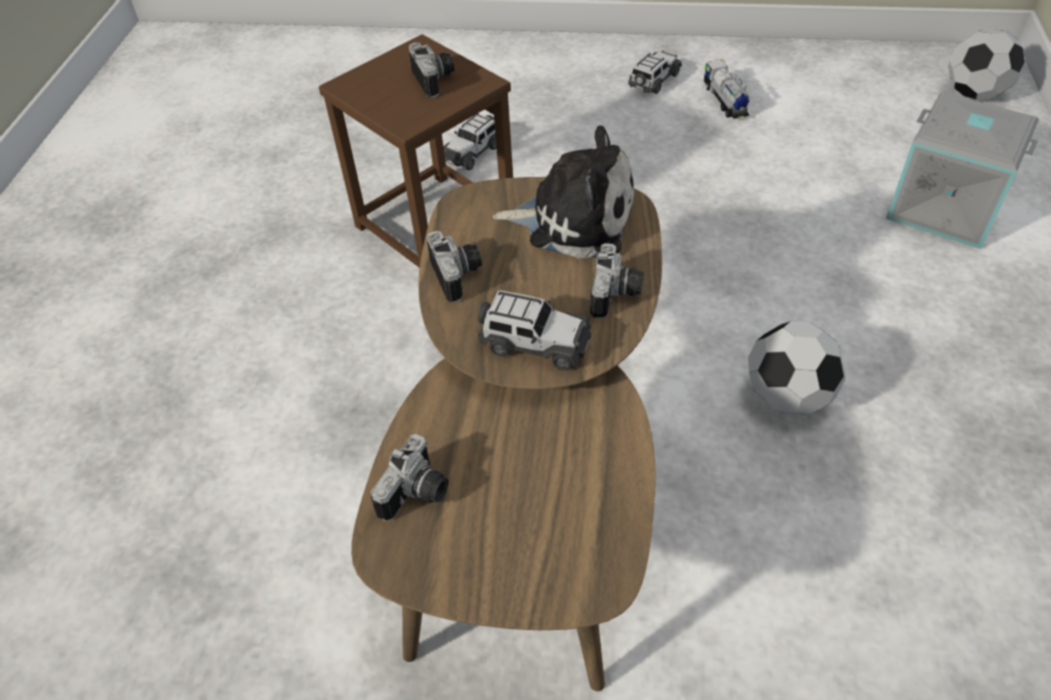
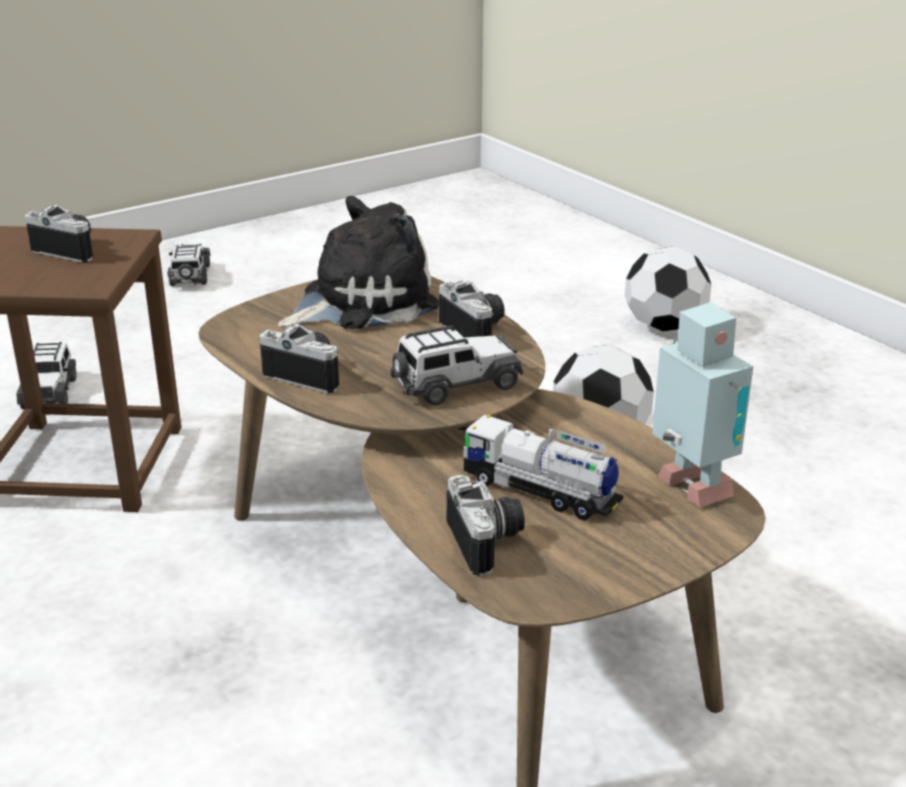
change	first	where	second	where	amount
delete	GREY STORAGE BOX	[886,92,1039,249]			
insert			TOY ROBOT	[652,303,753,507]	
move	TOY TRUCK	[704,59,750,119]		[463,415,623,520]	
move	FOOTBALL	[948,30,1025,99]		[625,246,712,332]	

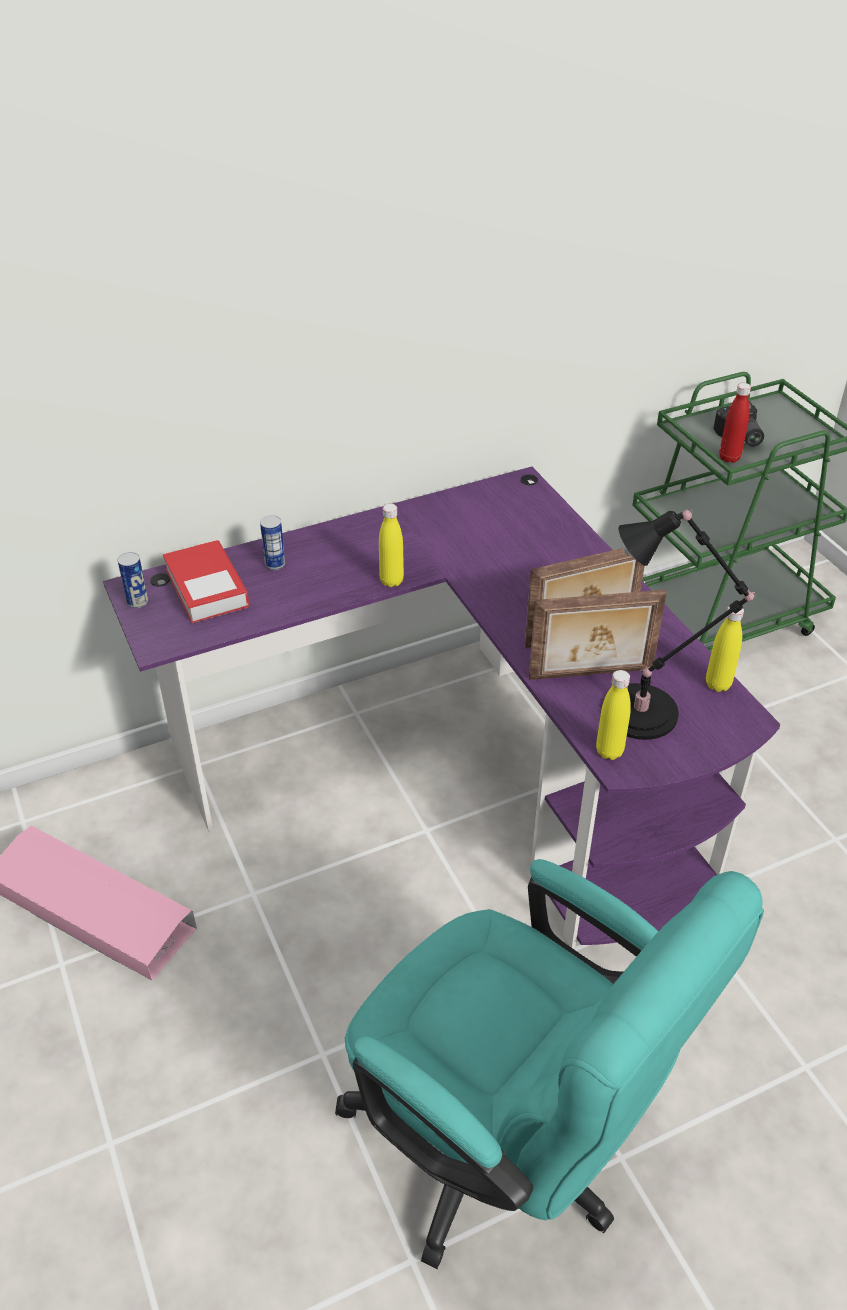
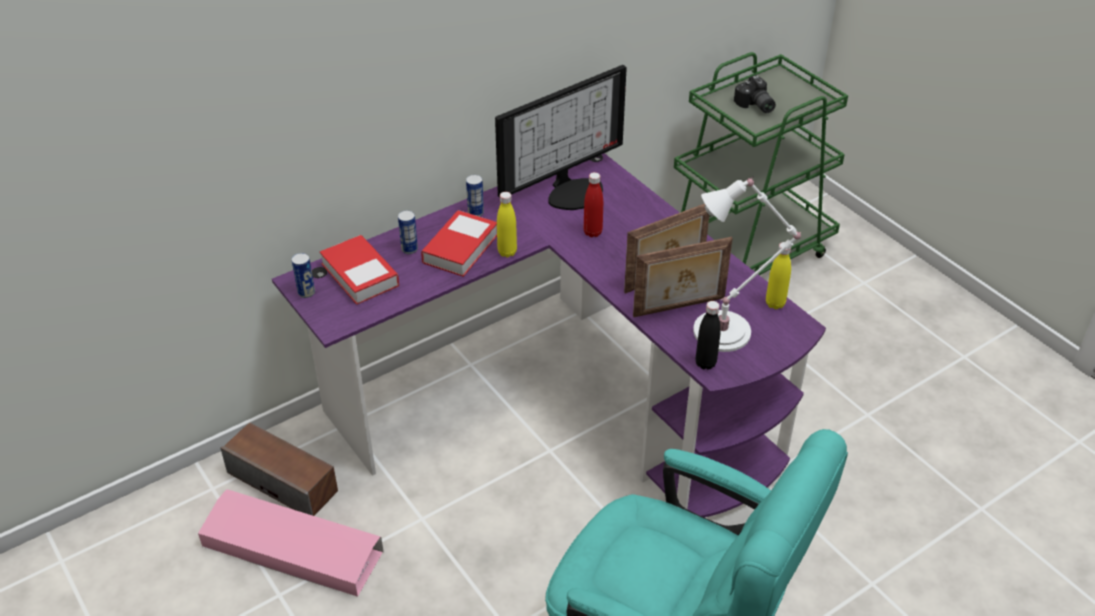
change	first	where	second	where	amount
insert			SPEAKER	[220,423,338,516]	
insert			BOOK	[421,210,497,277]	
insert			CAN	[466,175,484,217]	
insert			MONITOR	[495,65,627,210]	
move	RED BOTTLE	[719,383,751,463]		[584,172,603,237]	
recolor	YELLOW BOTTLE	[596,670,631,760]	BLACK BOTTLE	[696,301,721,370]	
recolor	BLACK TABLE LAMP	[619,508,755,740]	WHITE TABLE LAMP	[693,176,801,352]	

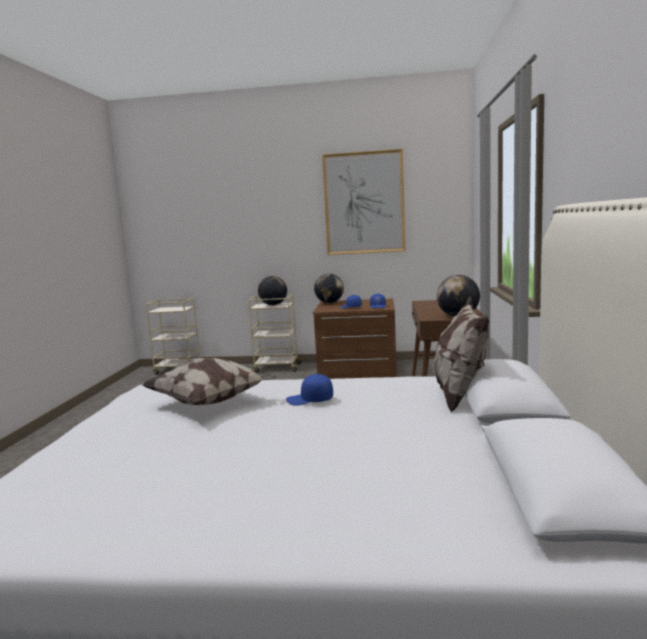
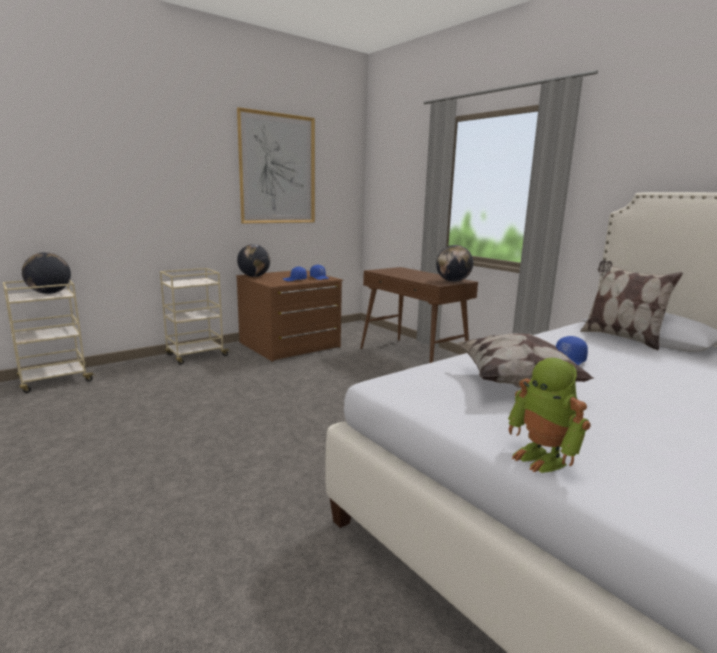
change	first	where	second	where	amount
insert			TOY ROBOT	[508,358,591,473]	
move	GLOBE	[258,276,287,305]		[22,252,71,294]	

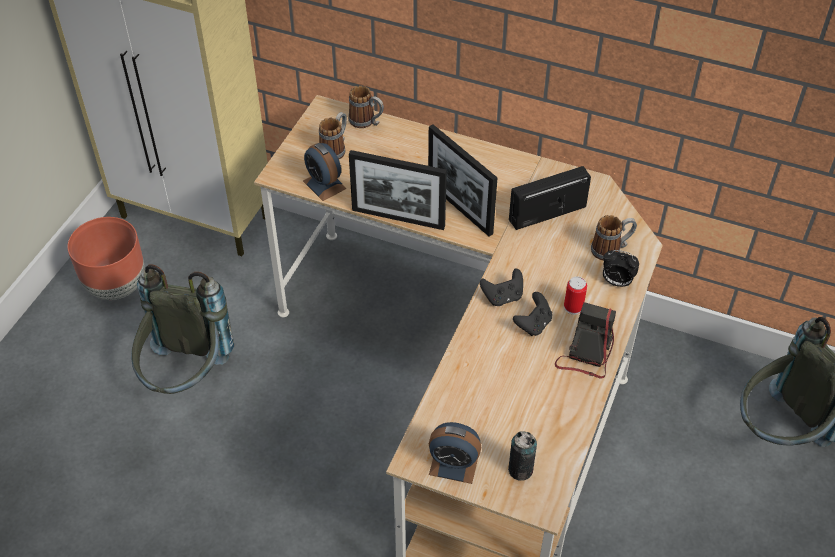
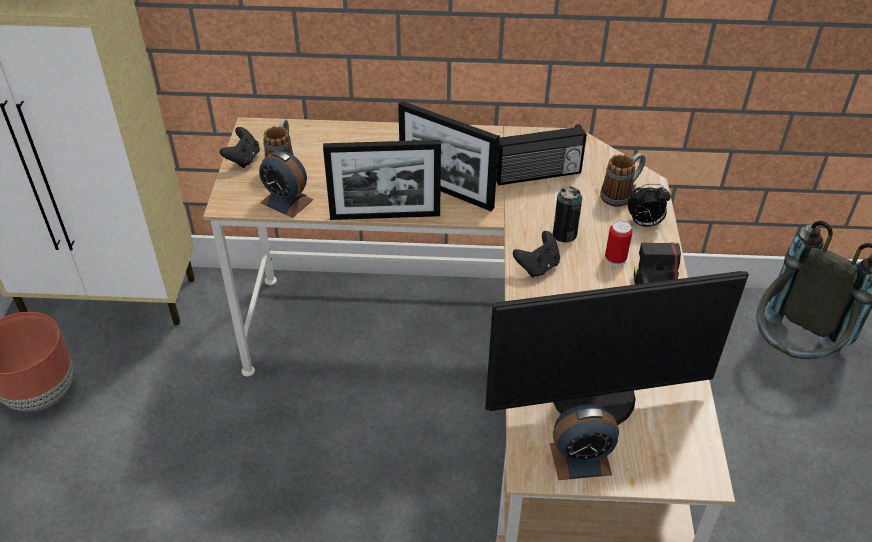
change	first	where	second	where	amount
delete	GREY BACKPACK	[131,264,234,394]			
delete	MUG	[348,85,384,128]			
insert			MONITOR	[485,271,749,425]	
move	CAN	[508,431,537,481]		[553,186,582,243]	
move	BLACK GAME CONTROLLER	[513,292,552,336]		[220,127,260,168]	
rotate	RADIO	[509,166,591,230]		[496,124,587,185]	150 degrees counterclockwise

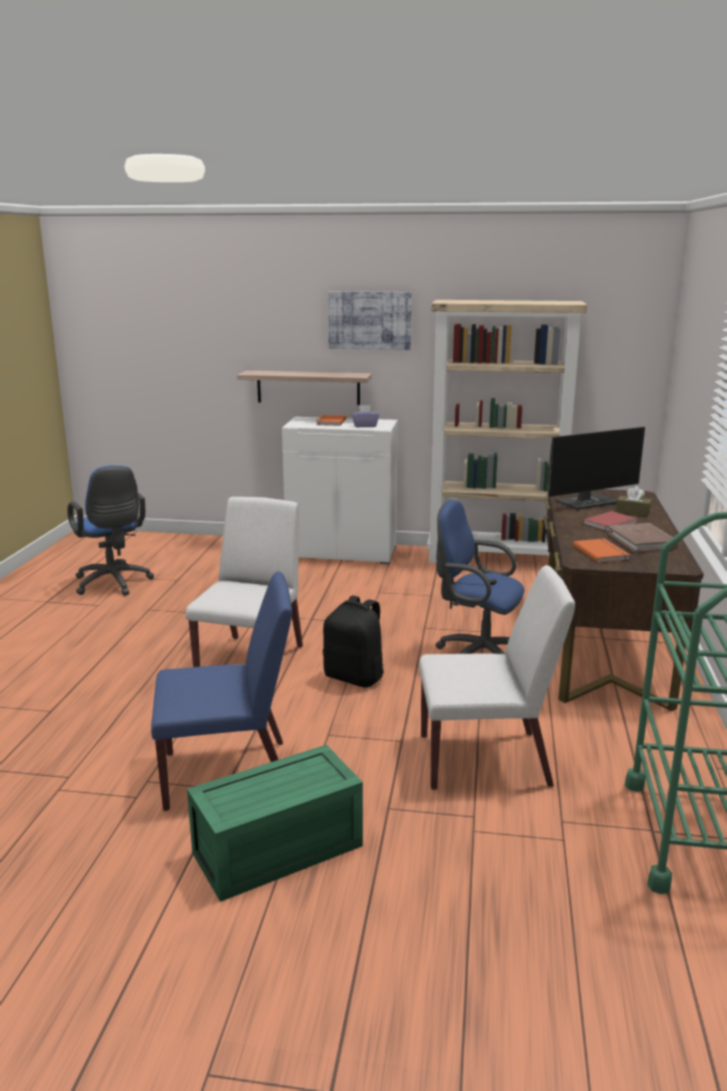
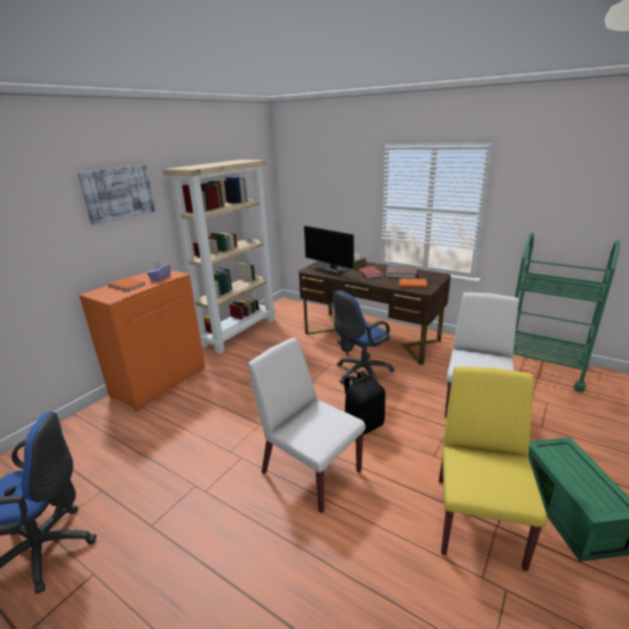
change	first	where	second	where	amount
delete	SHELF	[237,371,372,405]			
recolor	BLUE CHAIR	[151,571,292,811]	YELLOW CHAIR	[439,366,547,571]	
recolor	WHITE CABINET	[282,417,398,564]	ORANGE CABINET	[79,270,205,411]	
rotate	MONITOR	[548,427,645,510]		[304,226,354,275]	135 degrees clockwise

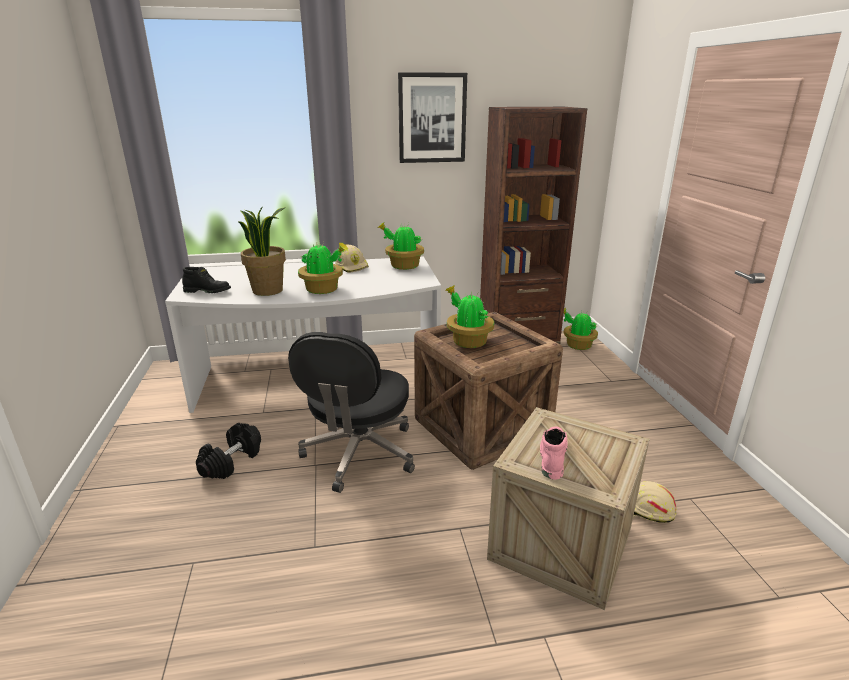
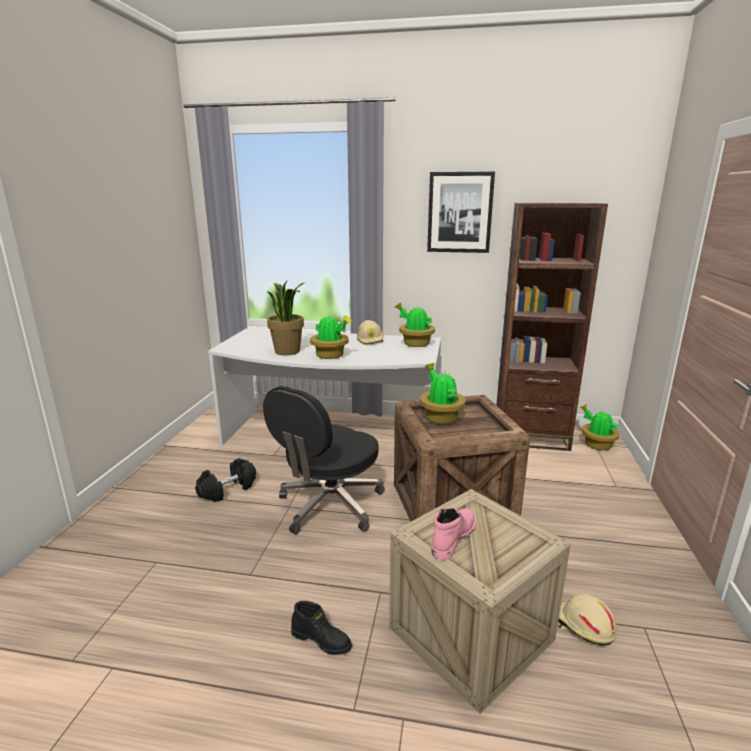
change	first	where	second	where	amount
move	BLACK BOOT	[182,267,231,293]		[291,601,352,655]	

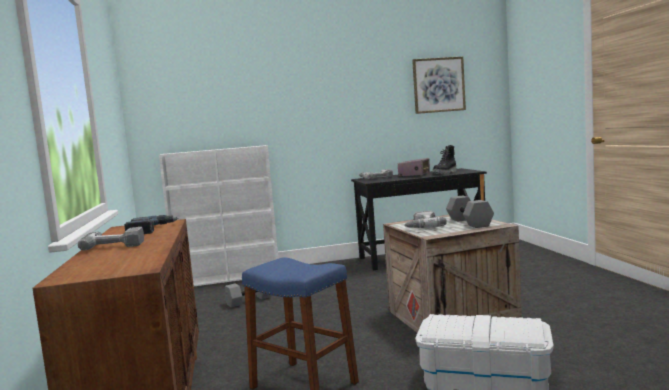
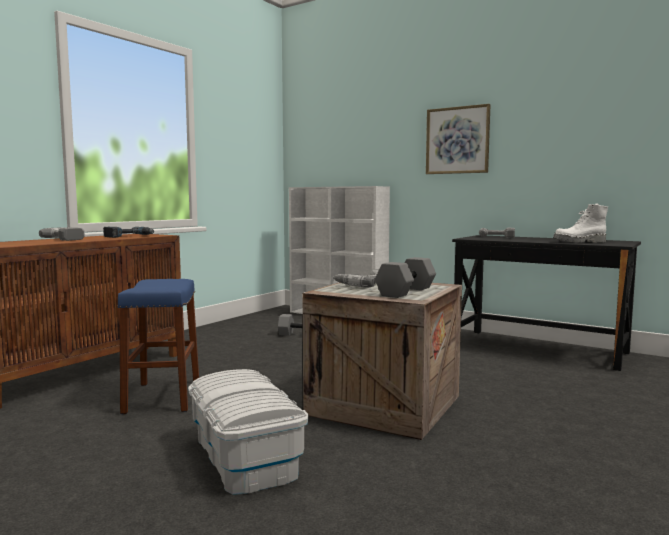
change	first	where	second	where	amount
delete	RADIO	[398,158,430,177]			
move	PICTURE	[412,57,466,114]		[426,104,491,174]	
recolor	BLACK BOOT	[433,145,456,174]	WHITE BOOT	[553,203,608,243]	

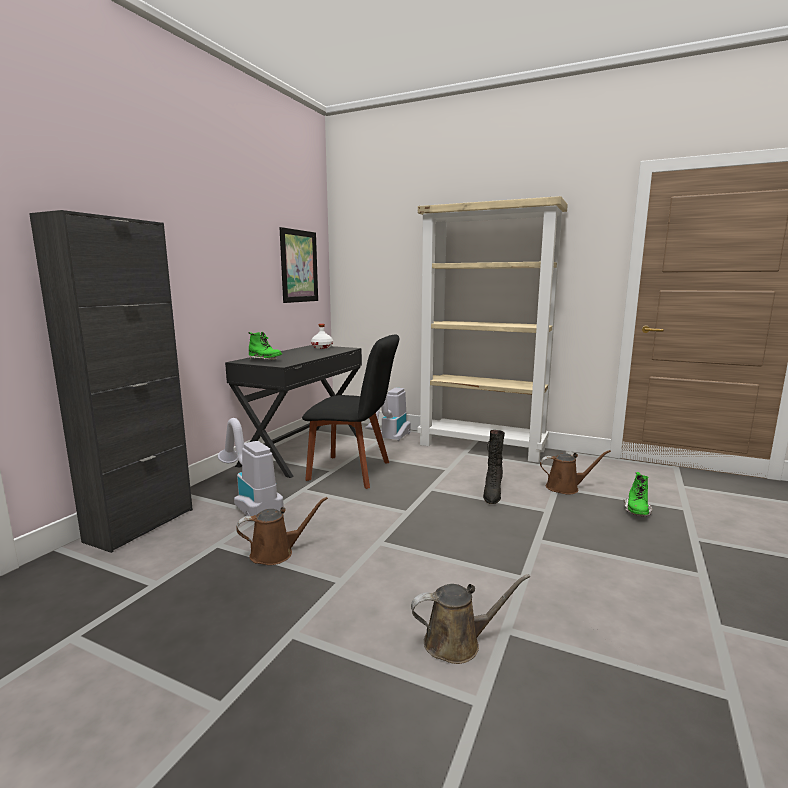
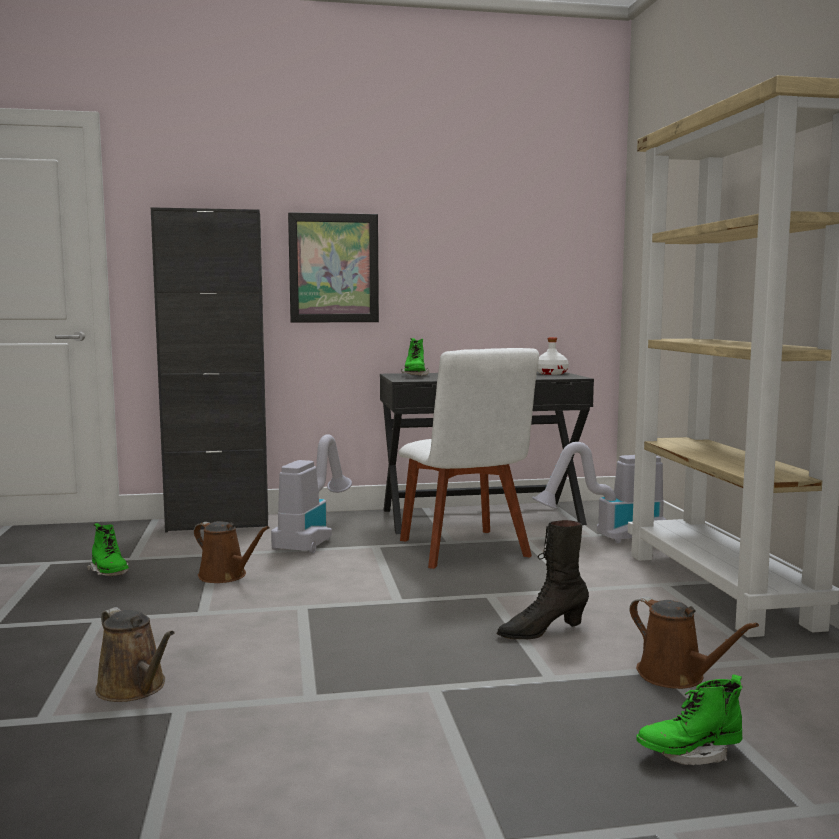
change	first	where	second	where	amount
insert			GREEN BOOT	[87,523,129,576]	
move	PICTURE	[279,227,318,303]		[288,212,379,323]	
recolor	BLACK CHAIR	[302,334,399,489]	WHITE CHAIR	[398,348,539,569]	

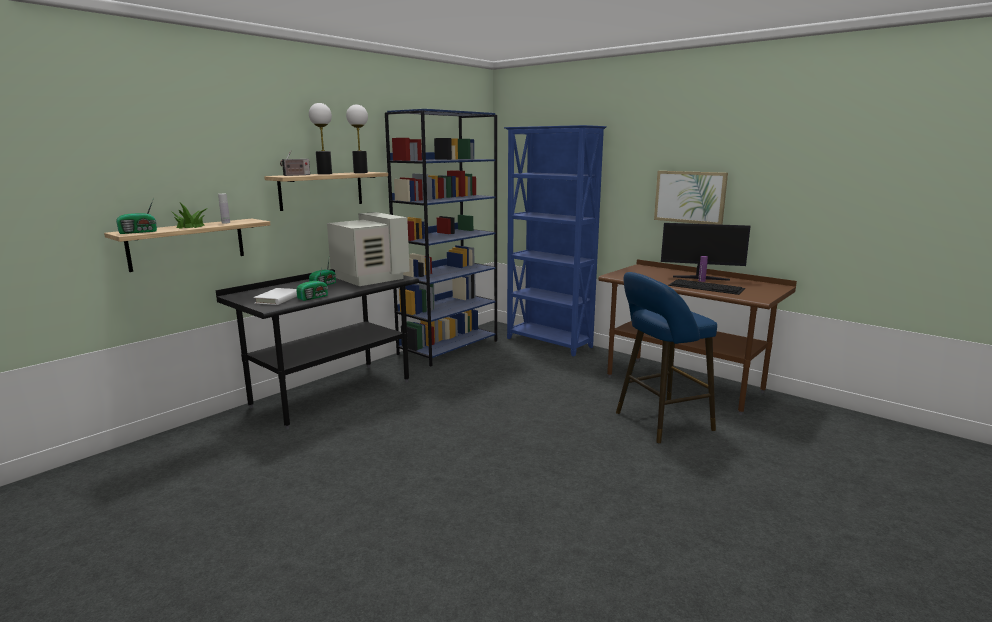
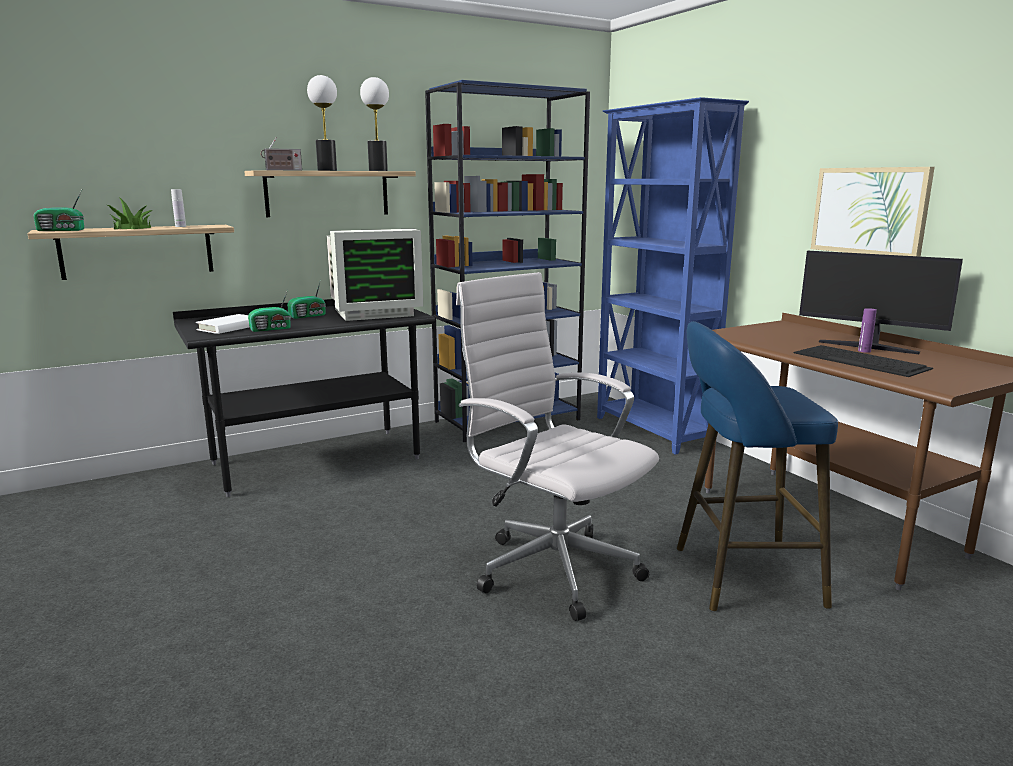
change	first	where	second	where	amount
insert			WHITE OFFICE CHAIR	[456,272,659,621]	
rotate	MONITOR	[327,212,410,286]		[327,229,423,321]	90 degrees clockwise

